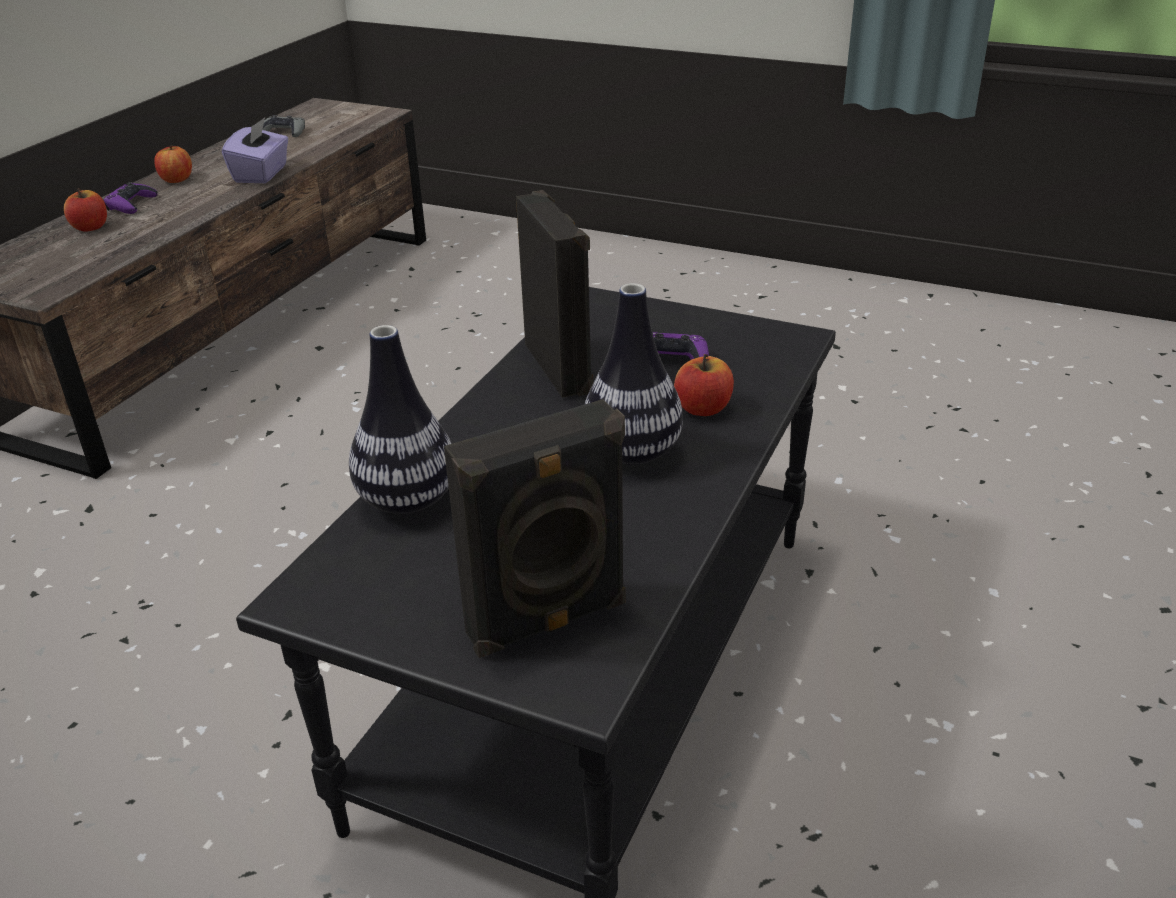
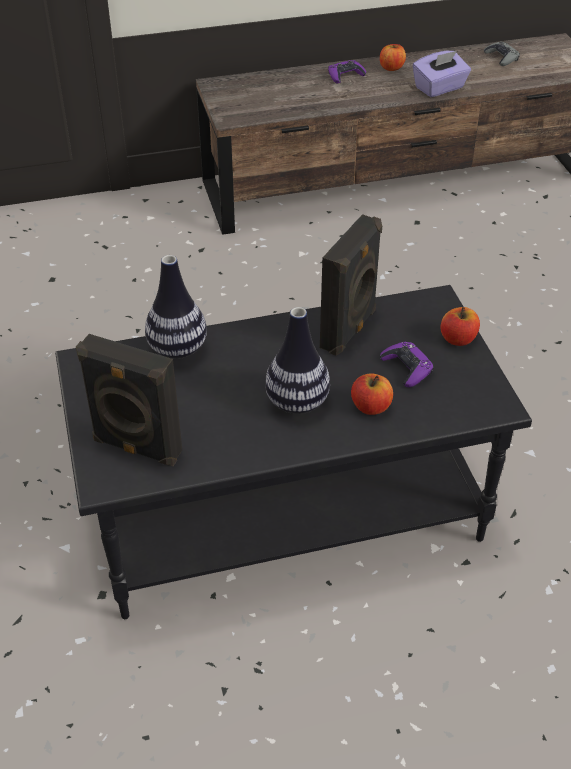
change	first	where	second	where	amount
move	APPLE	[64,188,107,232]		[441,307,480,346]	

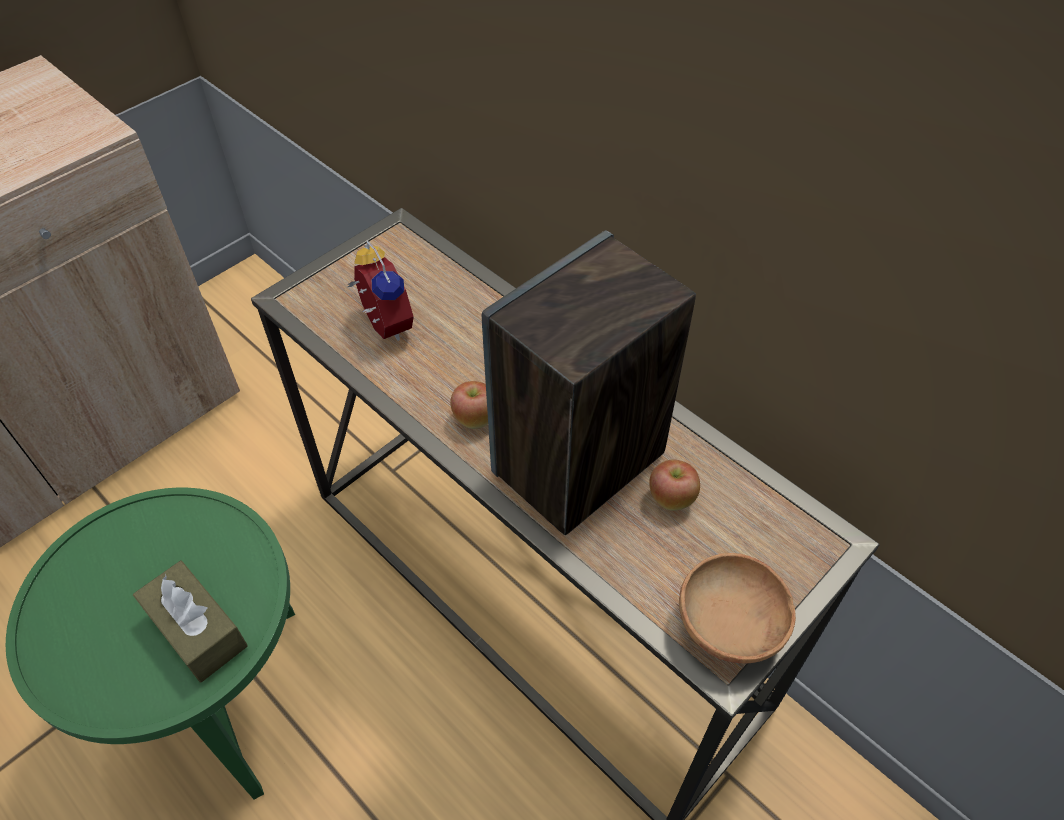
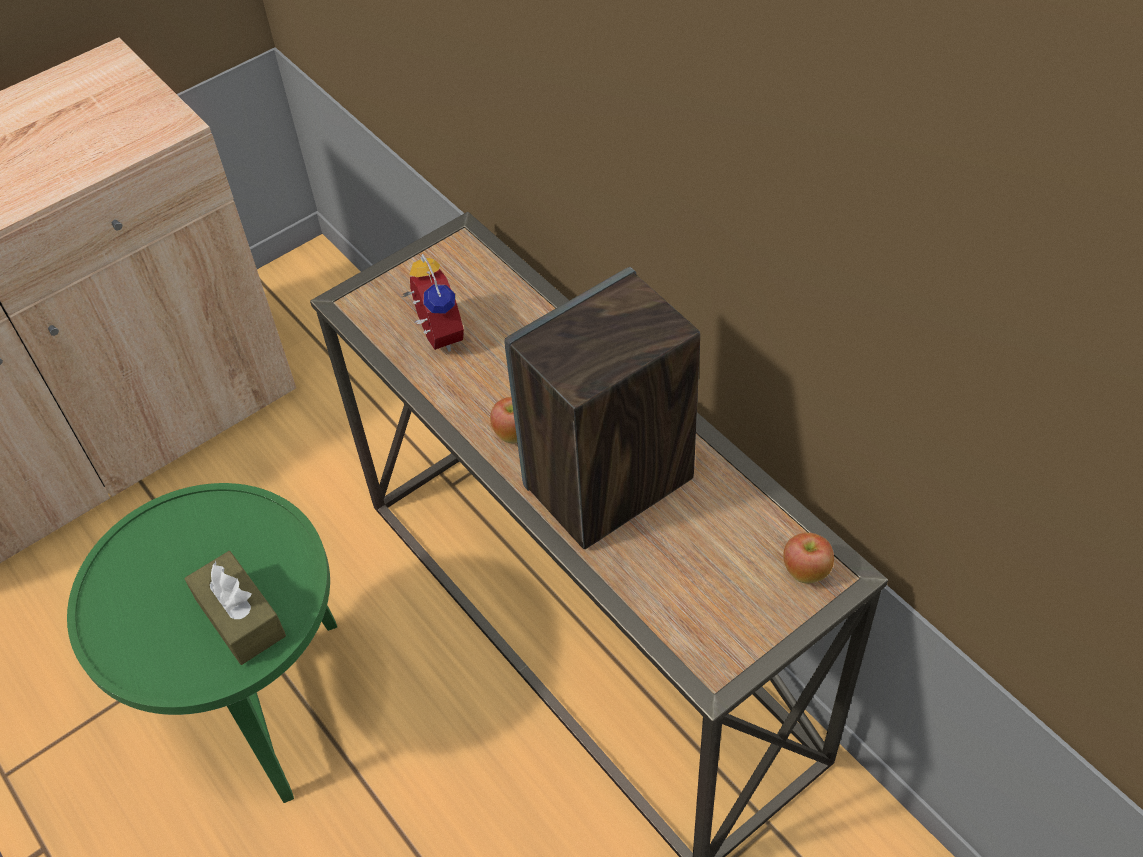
change	first	where	second	where	amount
delete	BROWN BOWL	[679,553,796,663]			
move	APPLE	[649,460,700,511]		[783,532,834,583]	

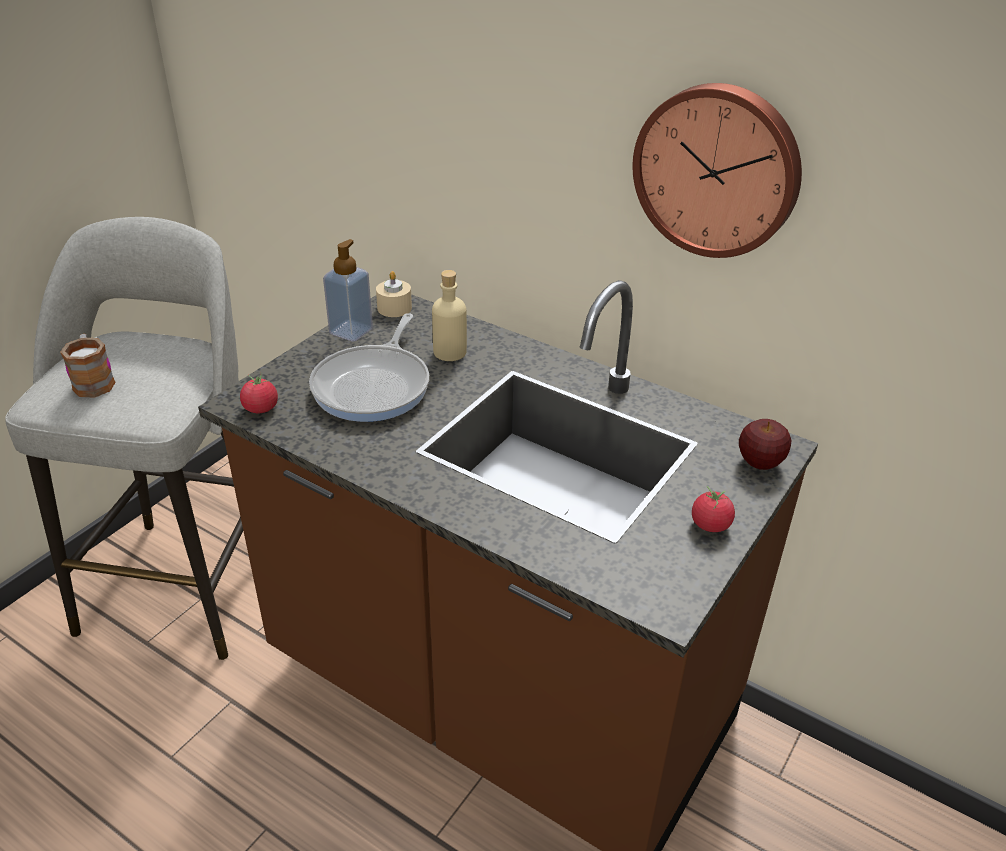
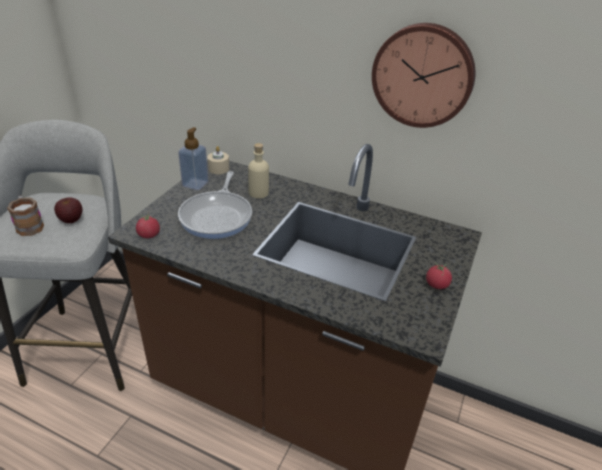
change	first	where	second	where	amount
move	APPLE	[739,419,791,470]		[54,197,83,223]	

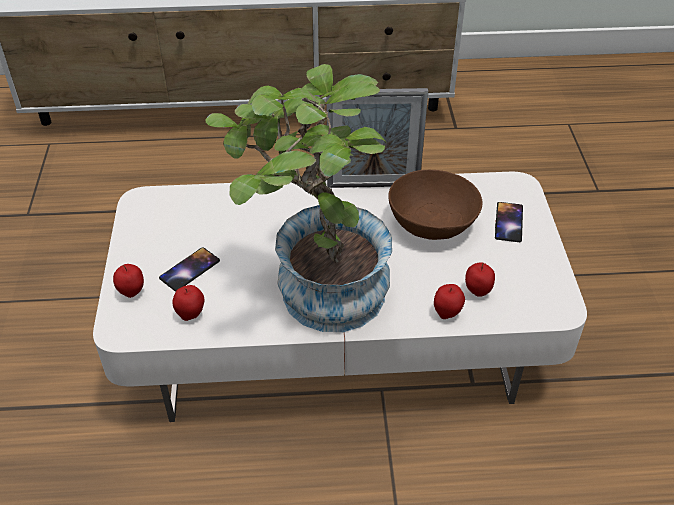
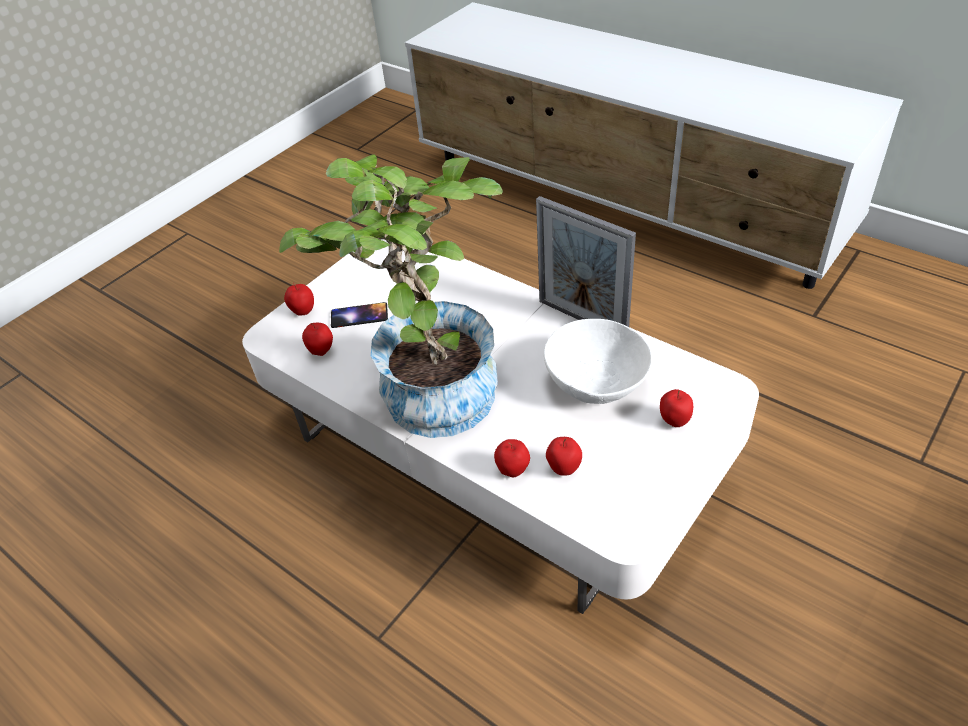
change	first	where	second	where	amount
replace	PHONE	[495,202,523,242]	APPLE	[660,389,693,427]	
recolor	BROWN BOWL	[388,170,482,240]	WHITE BOWL	[544,319,652,404]	

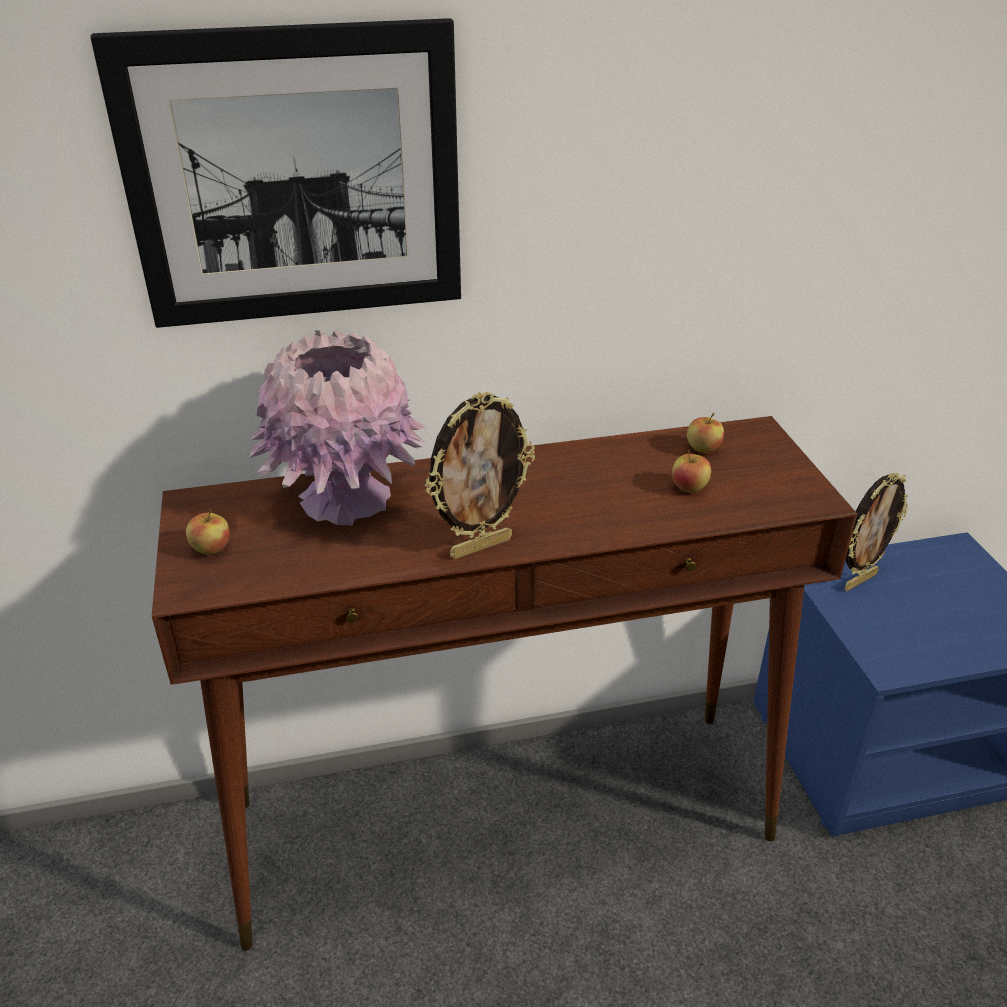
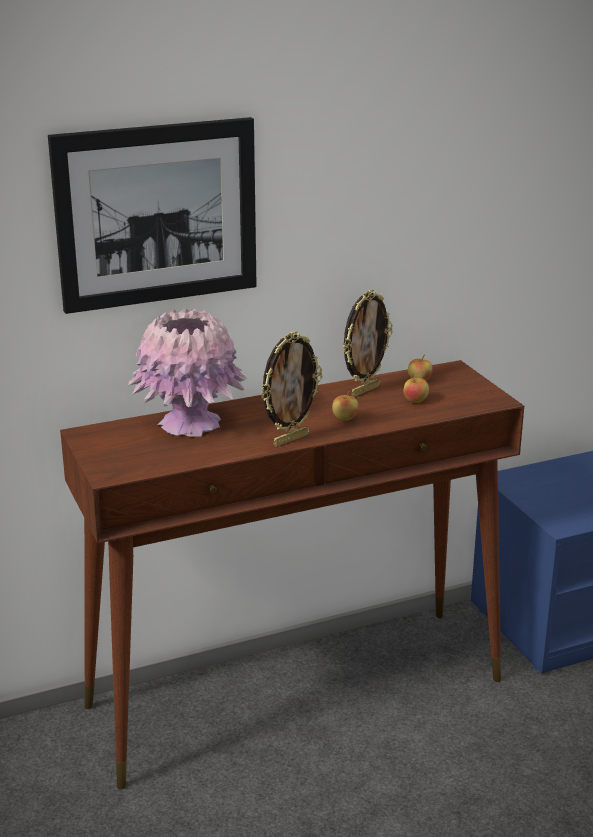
change	first	where	second	where	amount
move	APPLE	[186,509,230,555]		[332,391,359,421]	
move	PICTURE FRAME	[844,473,908,591]		[343,290,393,397]	

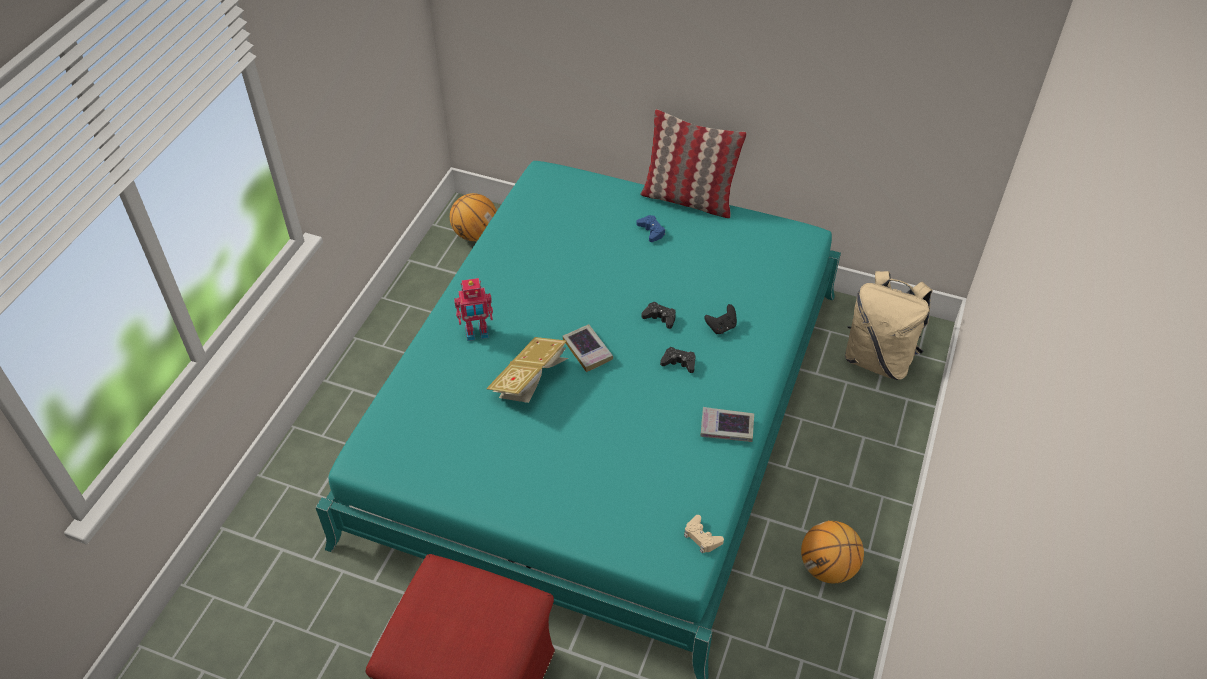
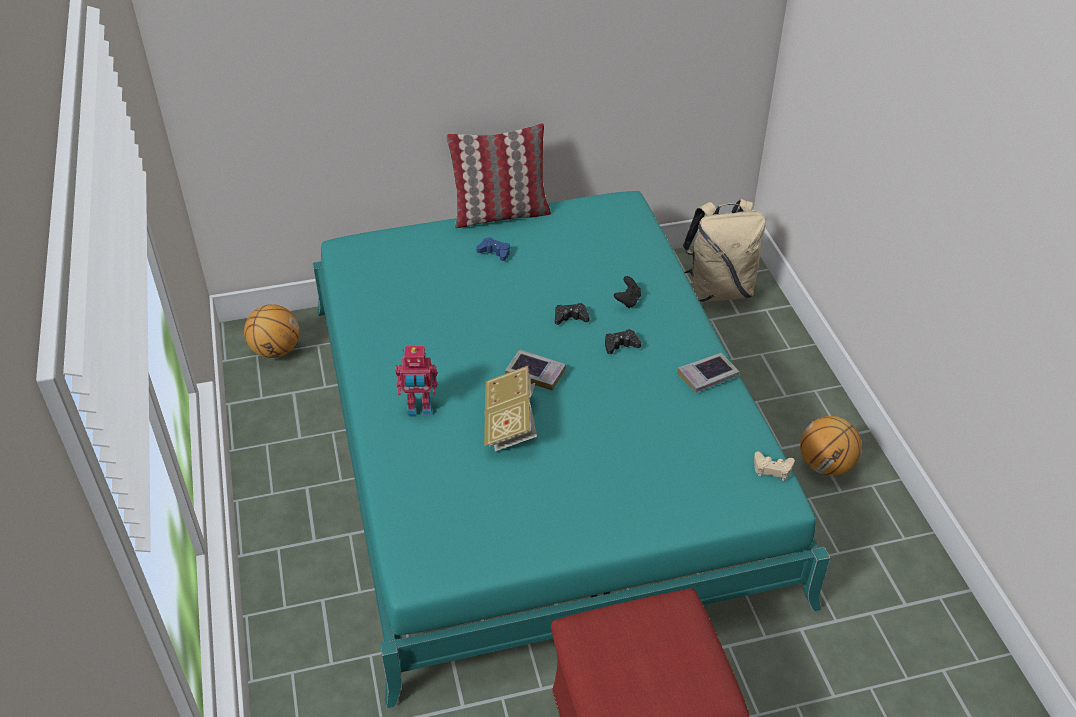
change	first	where	second	where	amount
rotate	TOY ROBOT	[454,278,493,341]		[395,346,437,415]	45 degrees clockwise

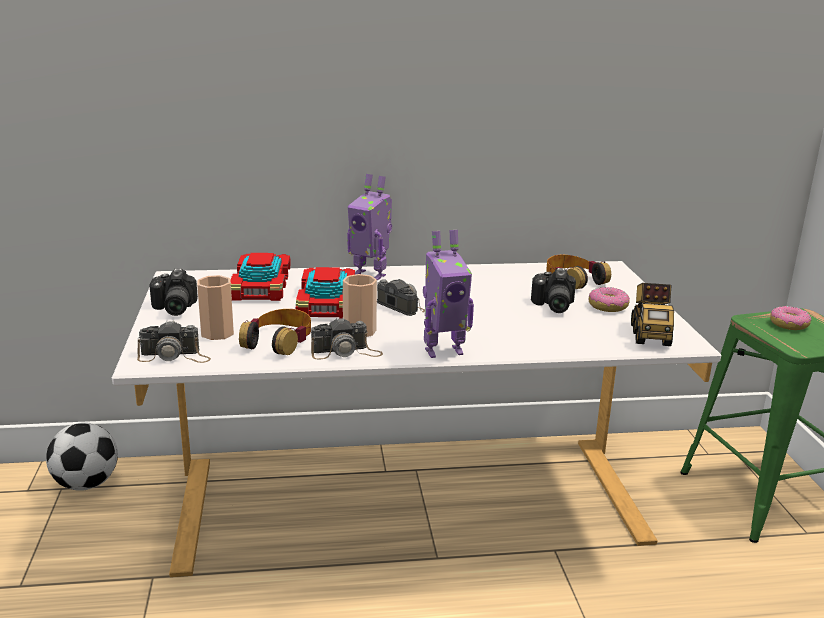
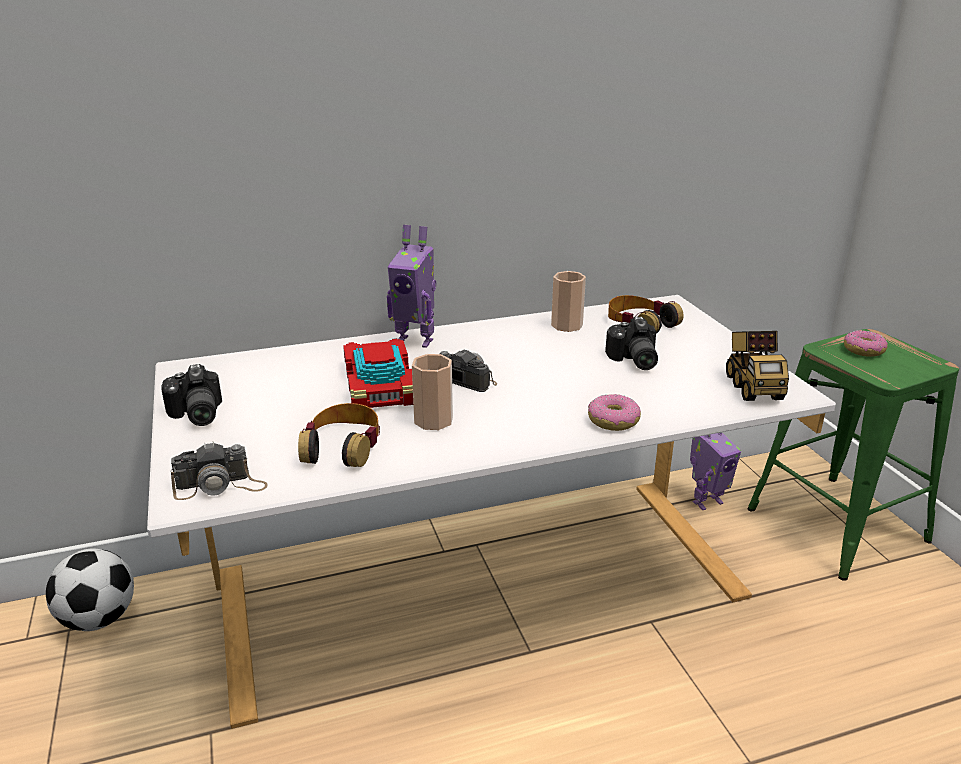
change	first	where	second	where	amount
delete	TOY CAR	[230,253,291,301]			
delete	PHOTO CAMERA	[311,318,383,360]			
move	CUP	[197,275,234,340]		[551,271,586,332]	
move	TOY ROBOT	[423,230,474,358]		[690,432,741,510]	
move	DONUT	[589,287,630,312]		[588,394,641,431]	

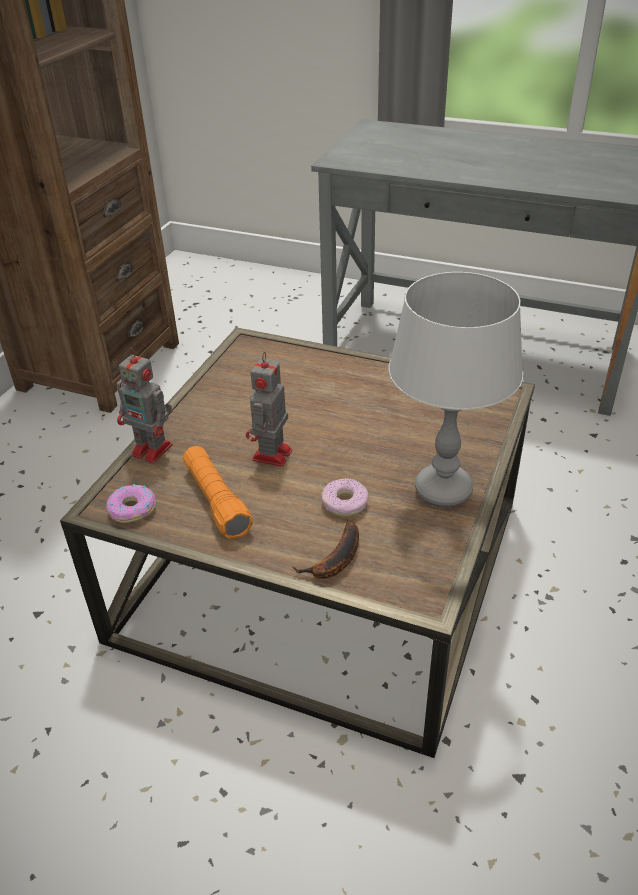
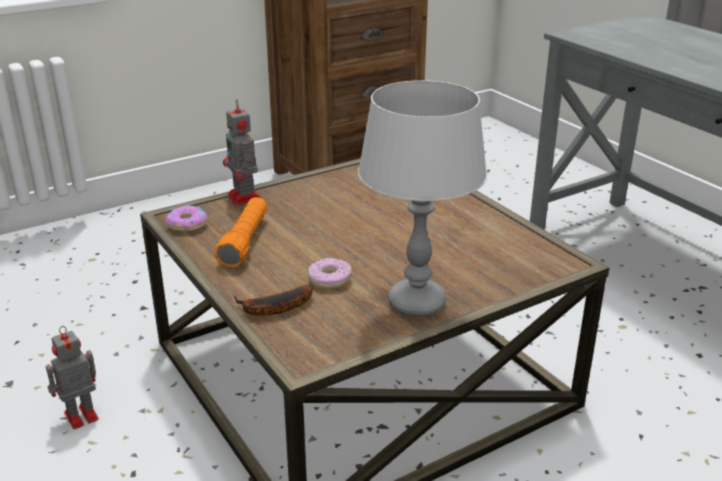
change	first	where	second	where	amount
move	TOY ROBOT	[246,352,292,467]		[46,326,99,429]	

